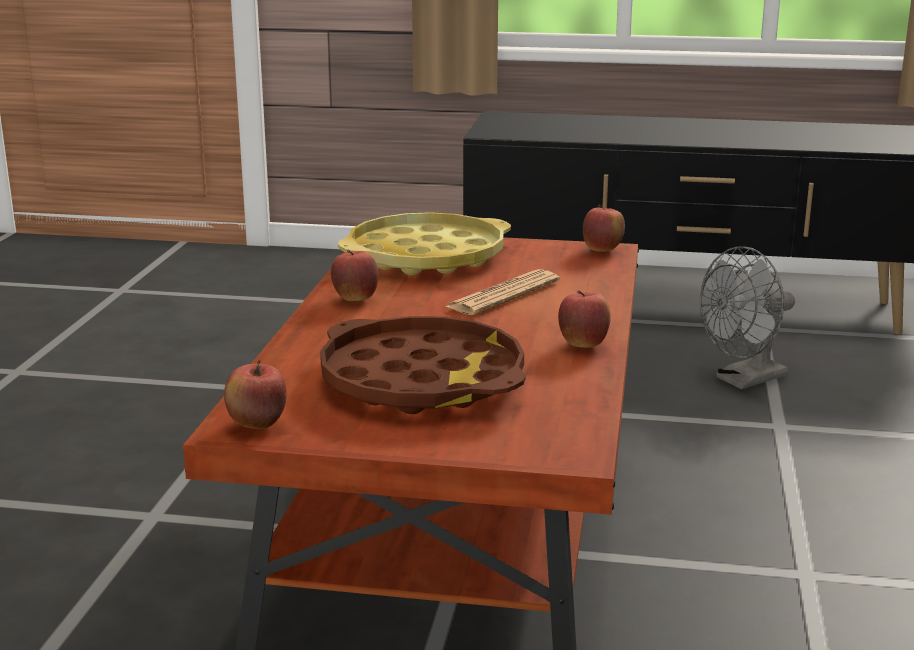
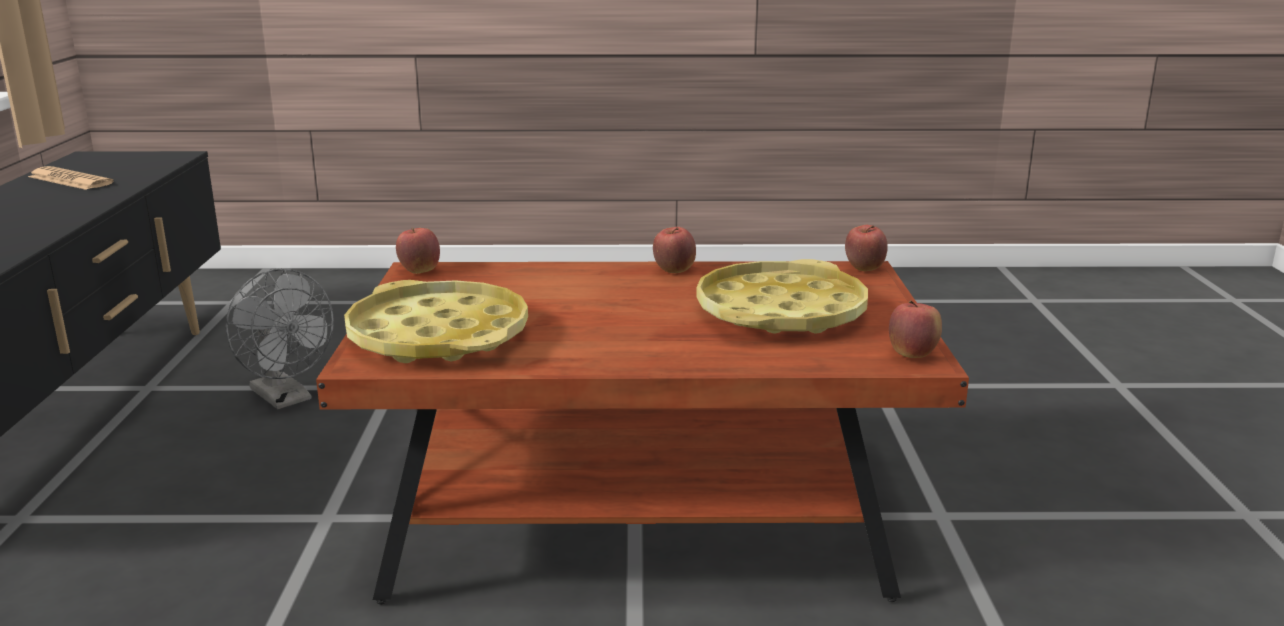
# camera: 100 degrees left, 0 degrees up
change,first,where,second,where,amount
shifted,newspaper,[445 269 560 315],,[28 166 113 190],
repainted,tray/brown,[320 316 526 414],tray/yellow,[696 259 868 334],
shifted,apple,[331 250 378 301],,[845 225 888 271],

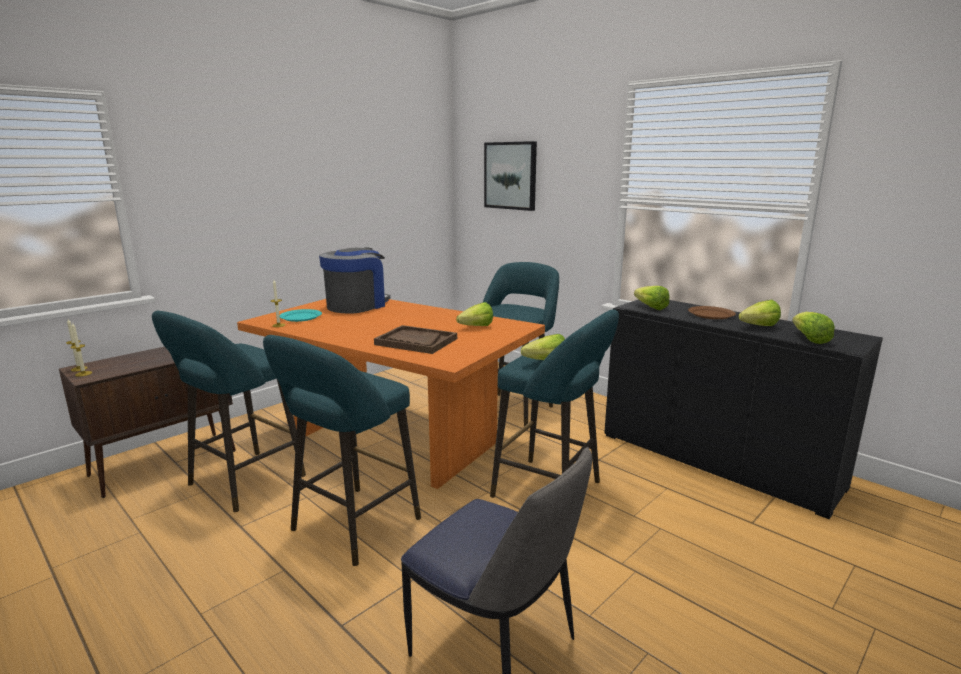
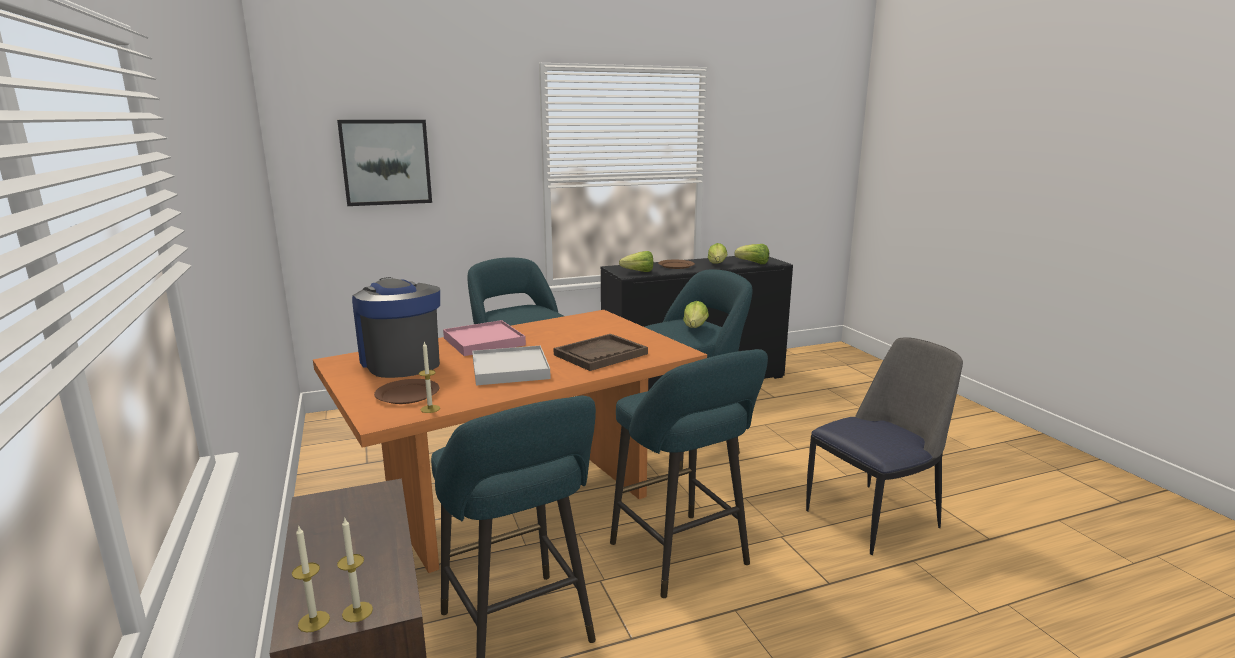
# camera: 65 degrees left, 0 degrees up
change,first,where,second,where,amount
repainted,plate/turquoise,[280 309 322 322],plate/brown,[374 379 439 404],
new,,,tray/pink,[443 320 526 356],
new,,,tray/white,[472 345 551 385],
gone,lettuce,[456 302 493 326],,,

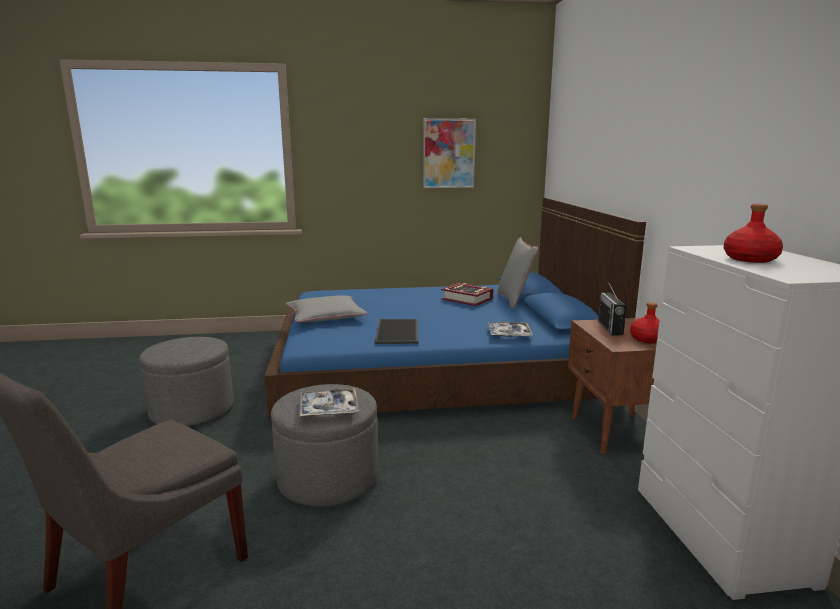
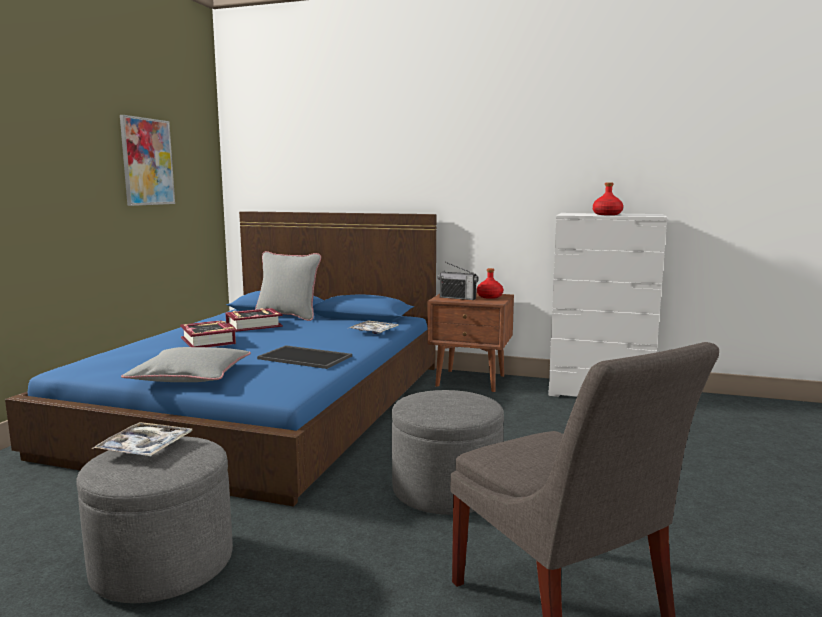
# camera: 65 degrees left, 5 degrees down
change,first,where,second,where,amount
shifted,tray,[299 388 359 417],,[91 422 192 456],
new,,,book,[180 320 236 347],

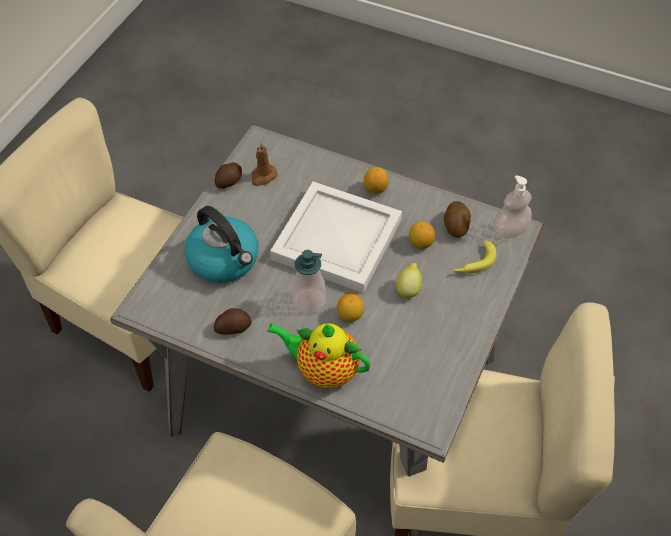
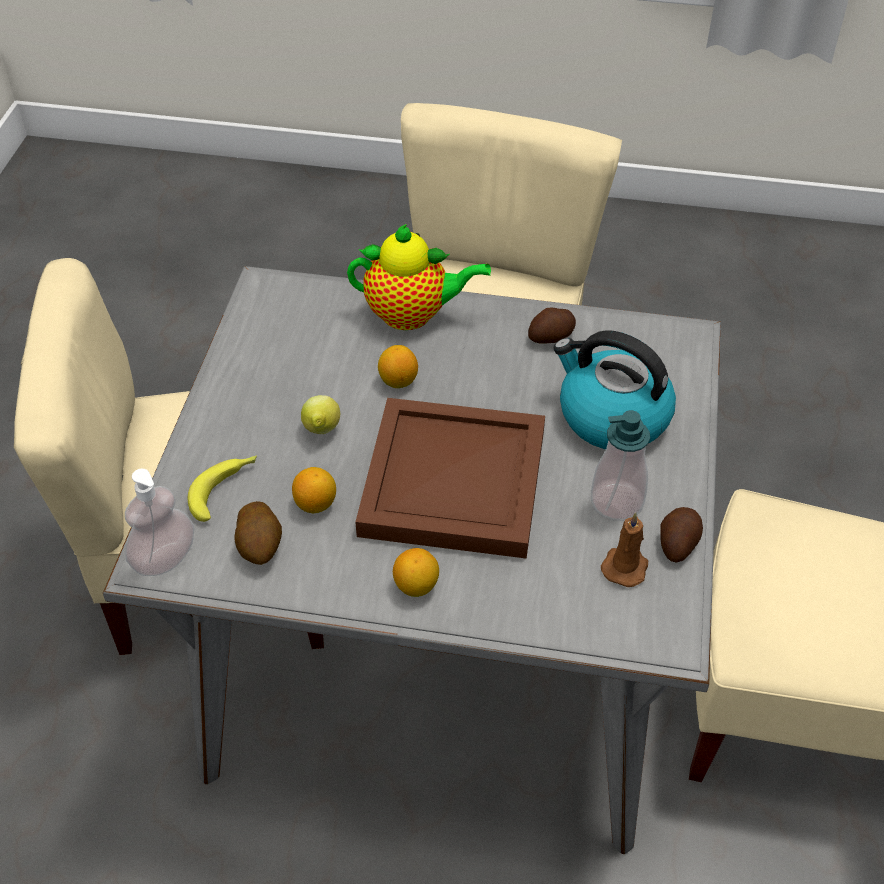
# camera: 165 degrees right, 5 degrees down
change,first,where,second,where,amount
repainted,tray/white,[270 182 402 293],tray/brown,[355 398 545 559],
shifted,soap dispenser,[292 250 326 314],,[591 410 650 521],

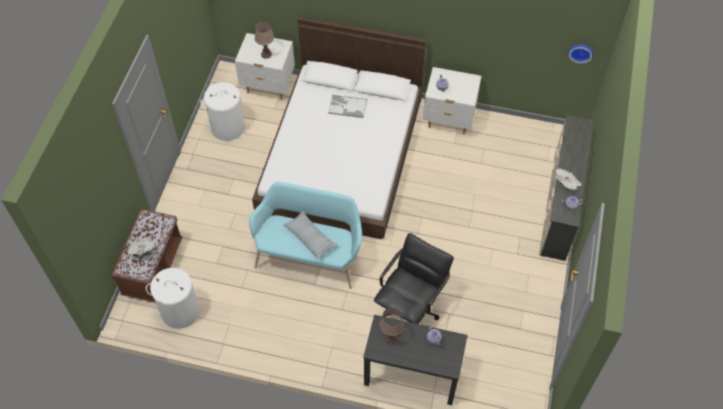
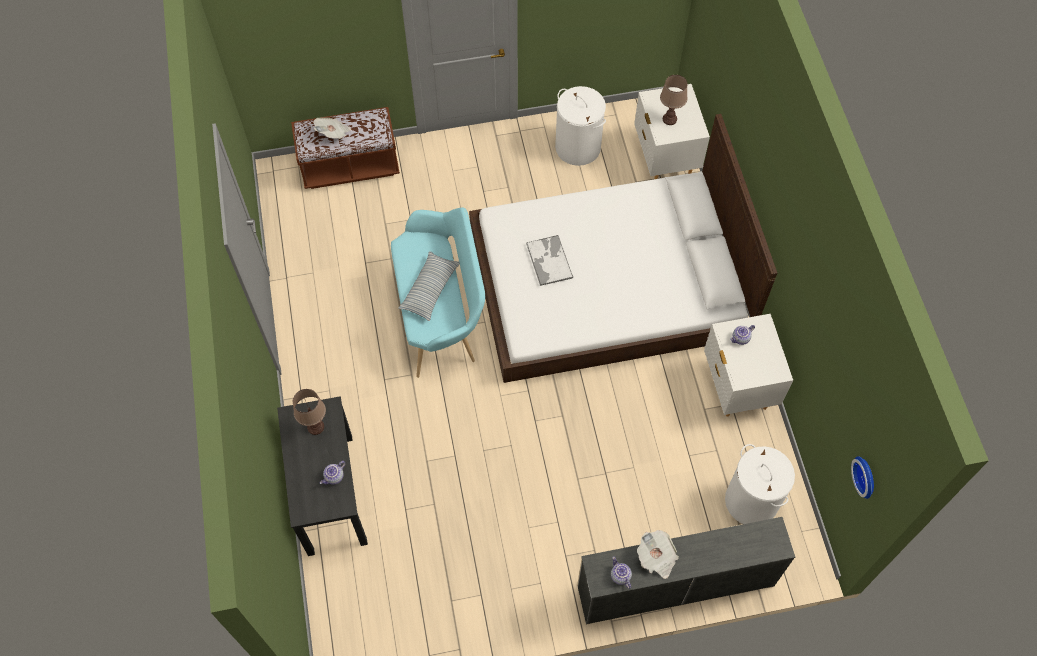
# camera: 65 degrees right, 5 degrees up
change,first,where,second,where,amount
shifted,tray,[328 95 367 118],,[526 235 573 286],
shifted,laundry basket/white,[146 268 200 329],,[725 444 795 524],
gone,office chair/black,[374 233 454 324],,,

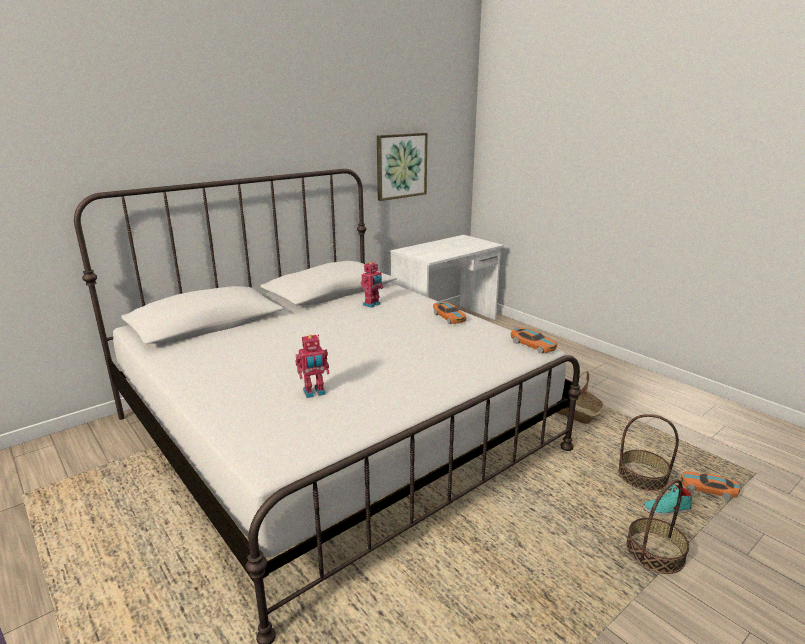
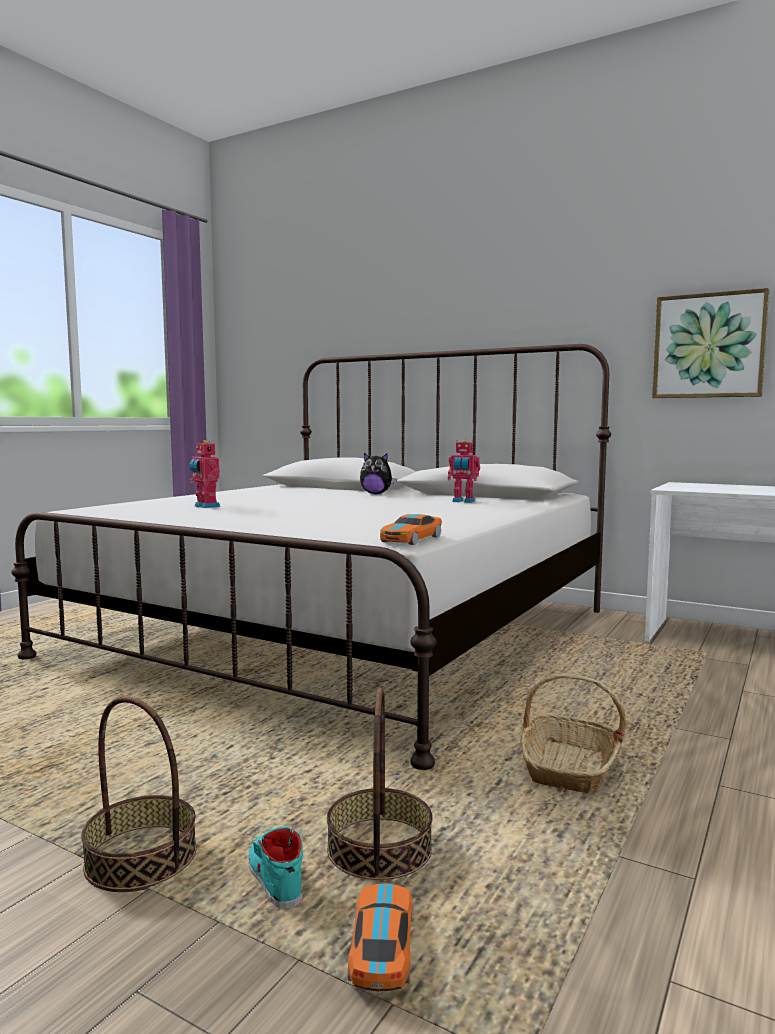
# camera: 70 degrees right, 15 degrees down
change,first,where,second,where,amount
new,,,plush toy,[360 453 397 494],
gone,toy car,[433 302 466 324],,,

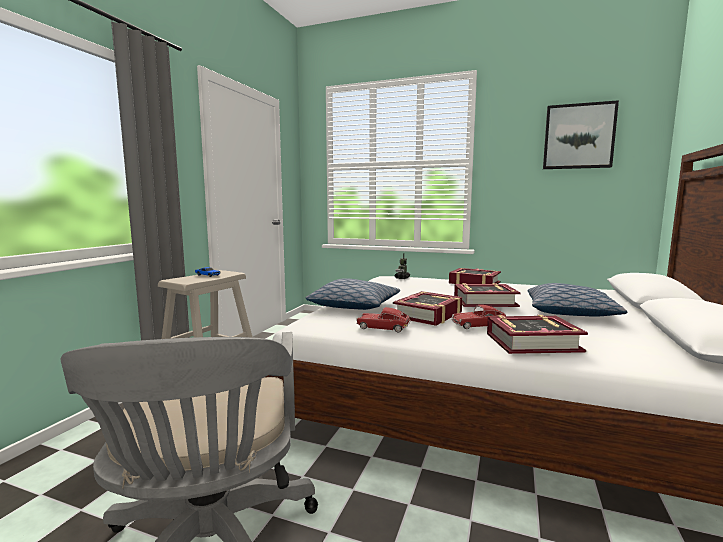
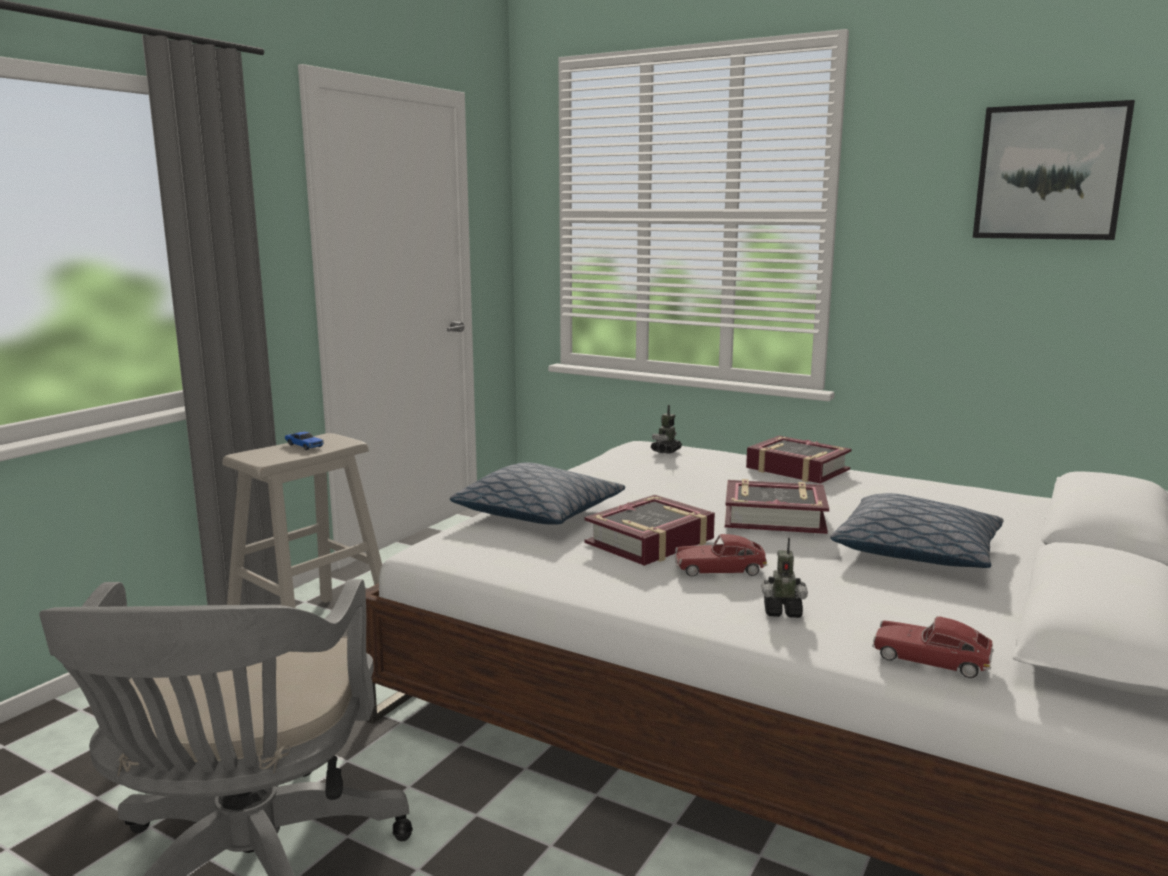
# camera: 10 degrees right, 5 degrees up
change,first,where,second,where,amount
swapped,book,[487 315 588 354],toy robot,[761 537 808 618],
shifted,toy car,[356 307 411 333],,[872 616 994 678],

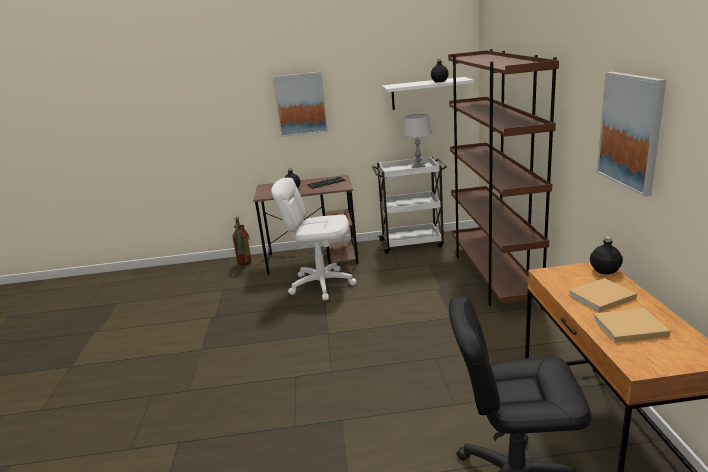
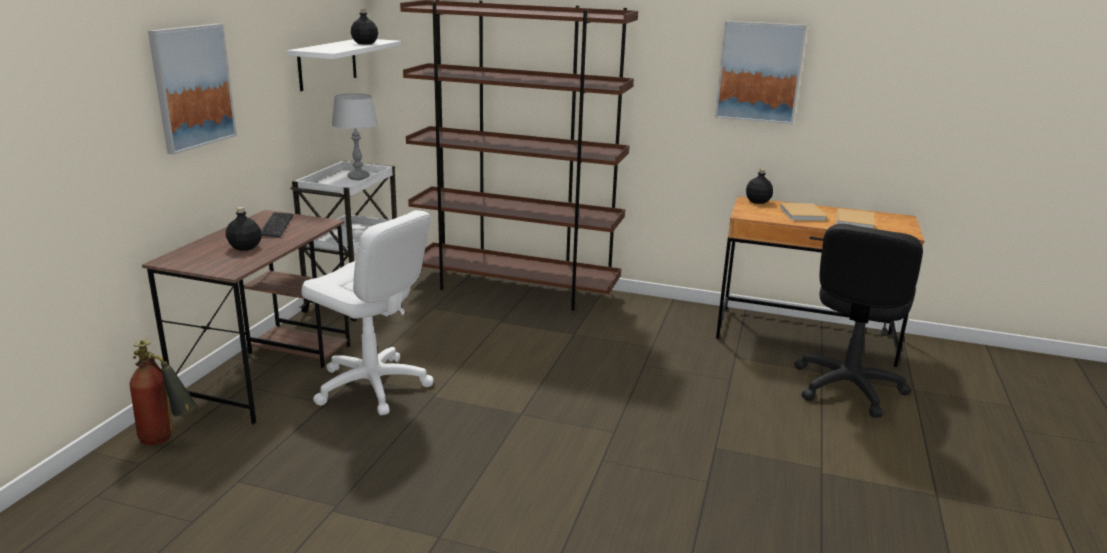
# camera: 70 degrees left, 0 degrees up
change,first,where,second,where,amount
rotated,office chair/white,[271 178 356 300],,[301 210 434 415],90 degrees counterclockwise

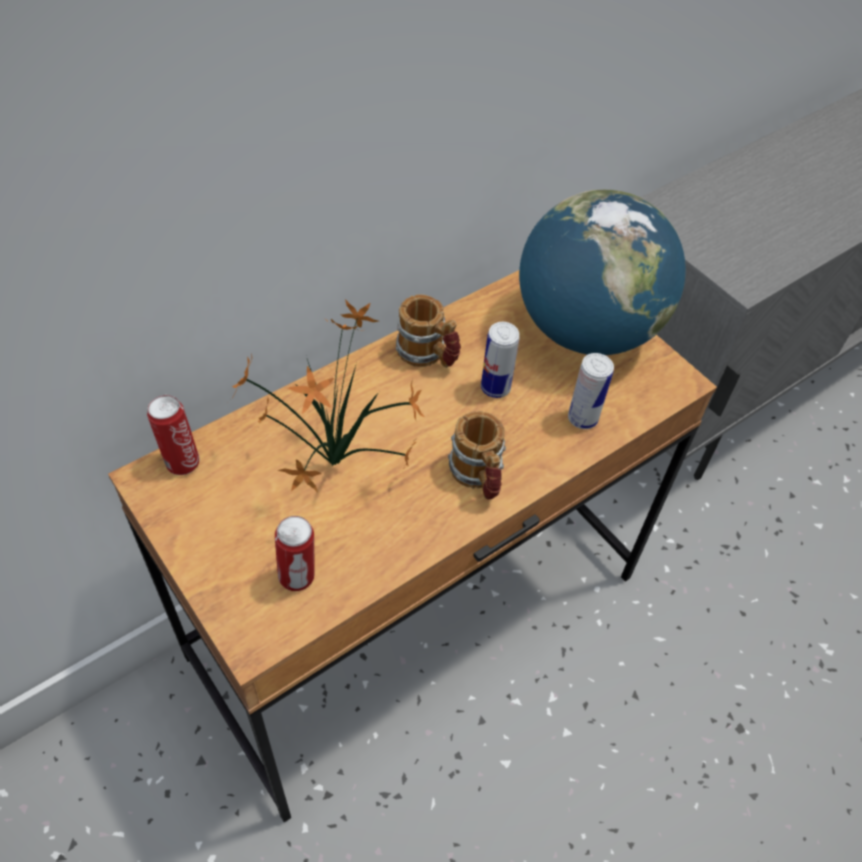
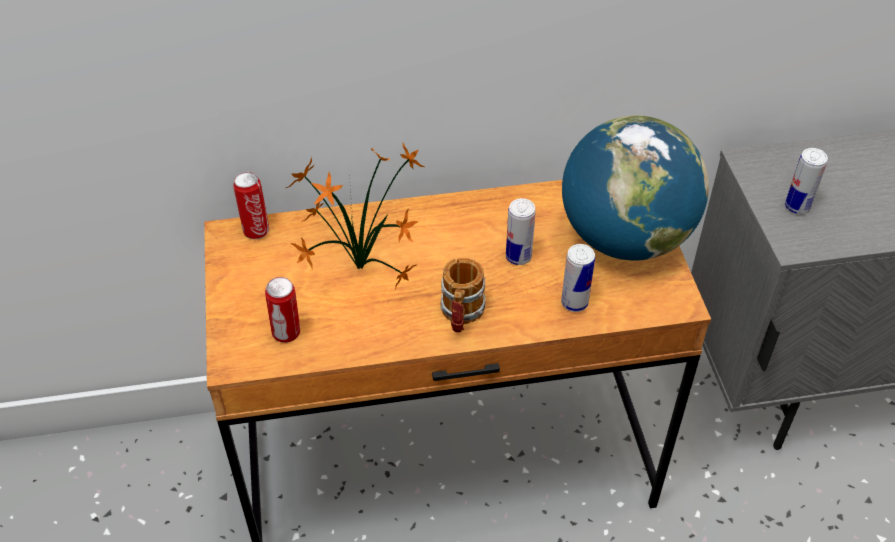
# camera: 30 degrees right, 5 degrees down
change,first,where,second,where,amount
new,,,can,[785 148 828 214],
gone,mug,[396 294 461 368],,,

